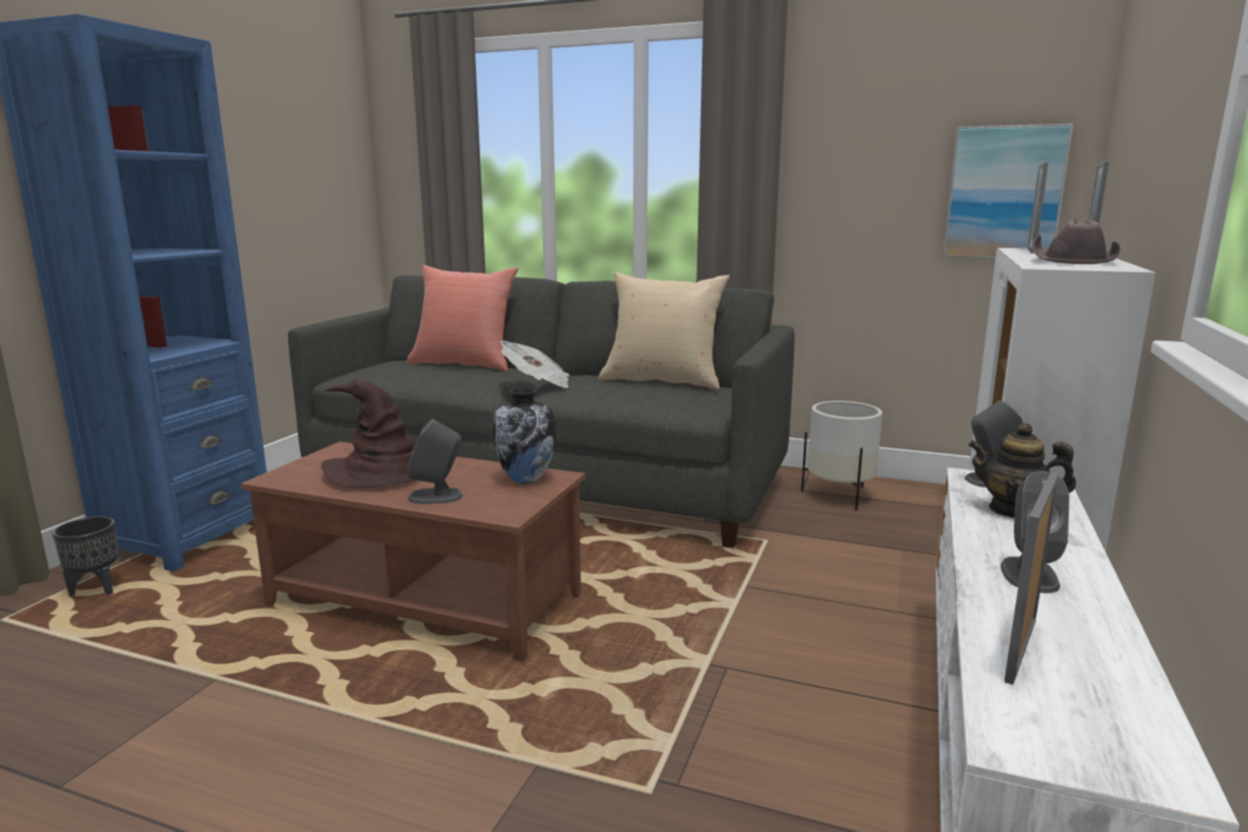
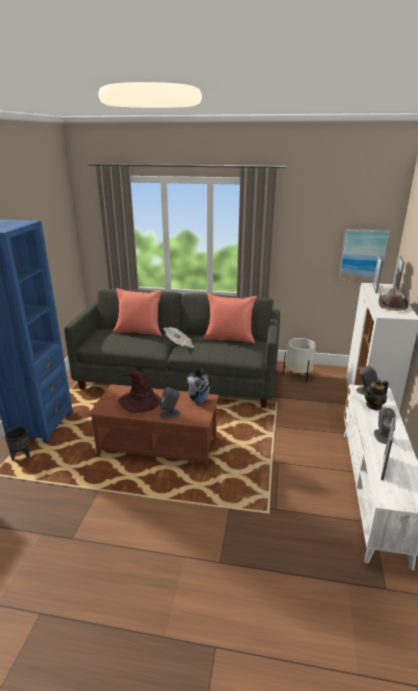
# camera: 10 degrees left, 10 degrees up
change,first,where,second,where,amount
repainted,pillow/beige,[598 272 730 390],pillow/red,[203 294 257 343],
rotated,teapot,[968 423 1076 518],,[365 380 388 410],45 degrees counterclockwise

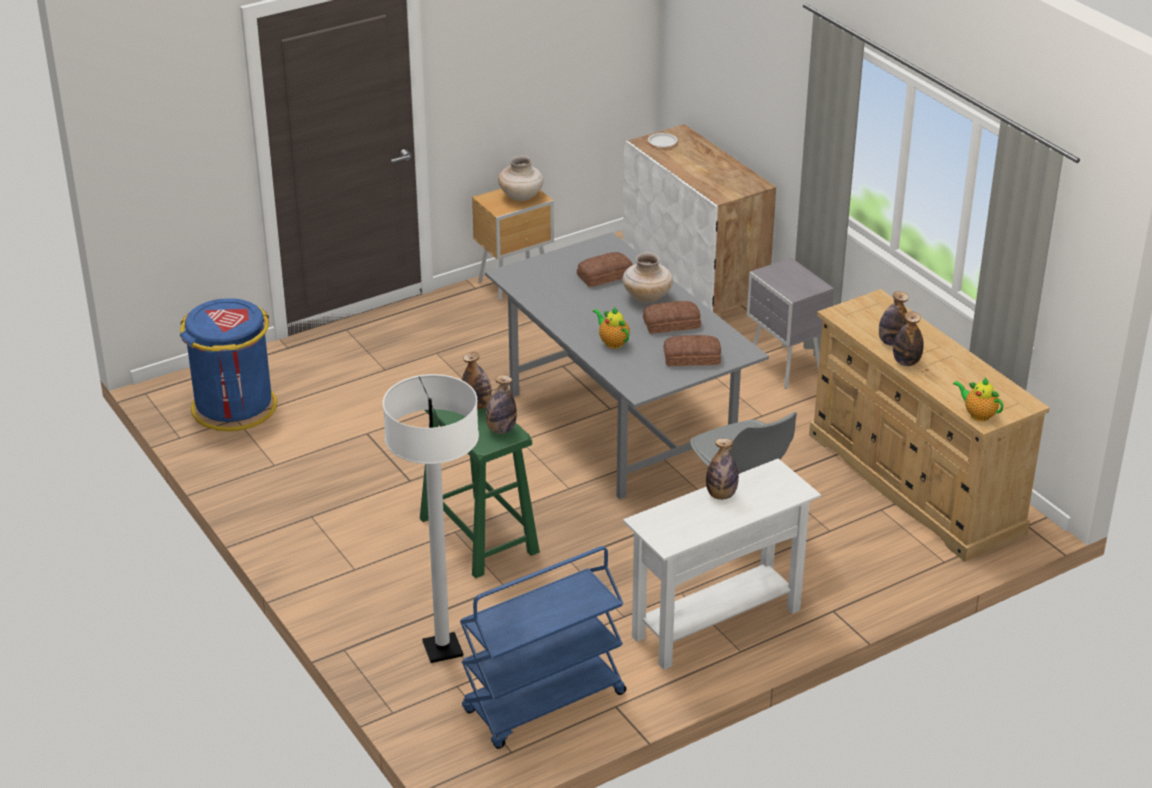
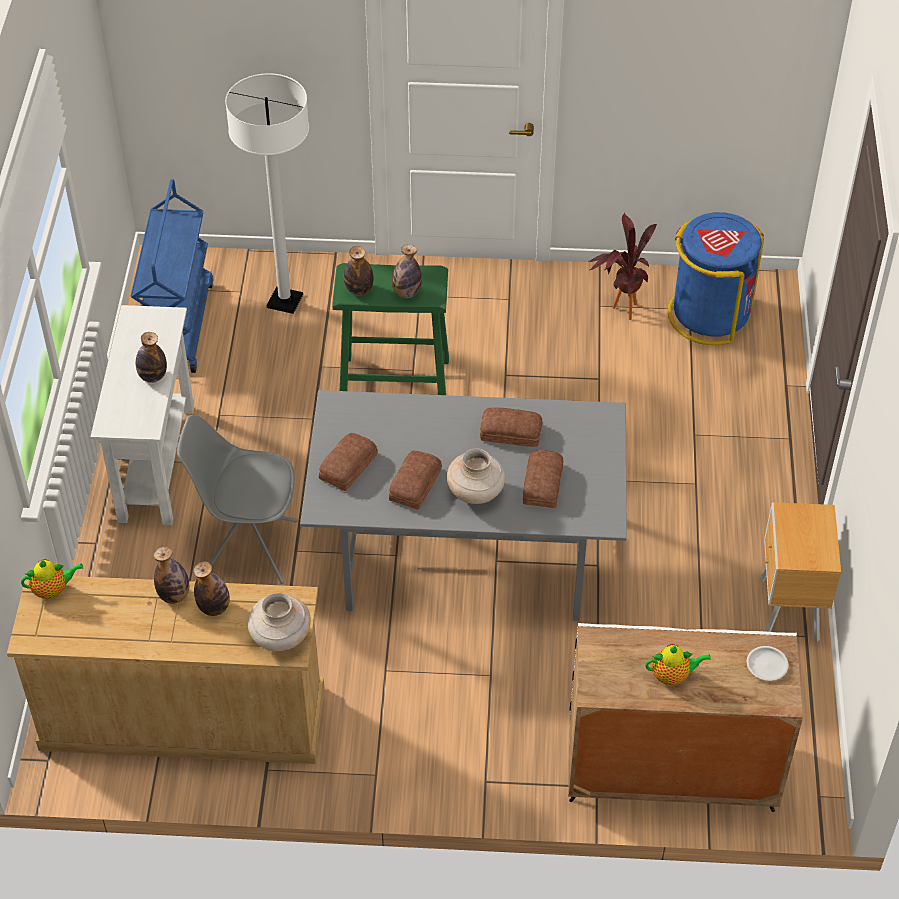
# camera: 125 degrees right, 15 degrees up
change,first,where,second,where,amount
shifted,vase/beige,[498 156 544 201],,[248 593 311 651],
new,,,bread,[480 407 543 447],
new,,,potted plant,[589 213 657 320],
shifted,teapot,[593 307 630 349],,[645 644 711 685],
gone,nightstand/grey,[747 258 834 389],,,

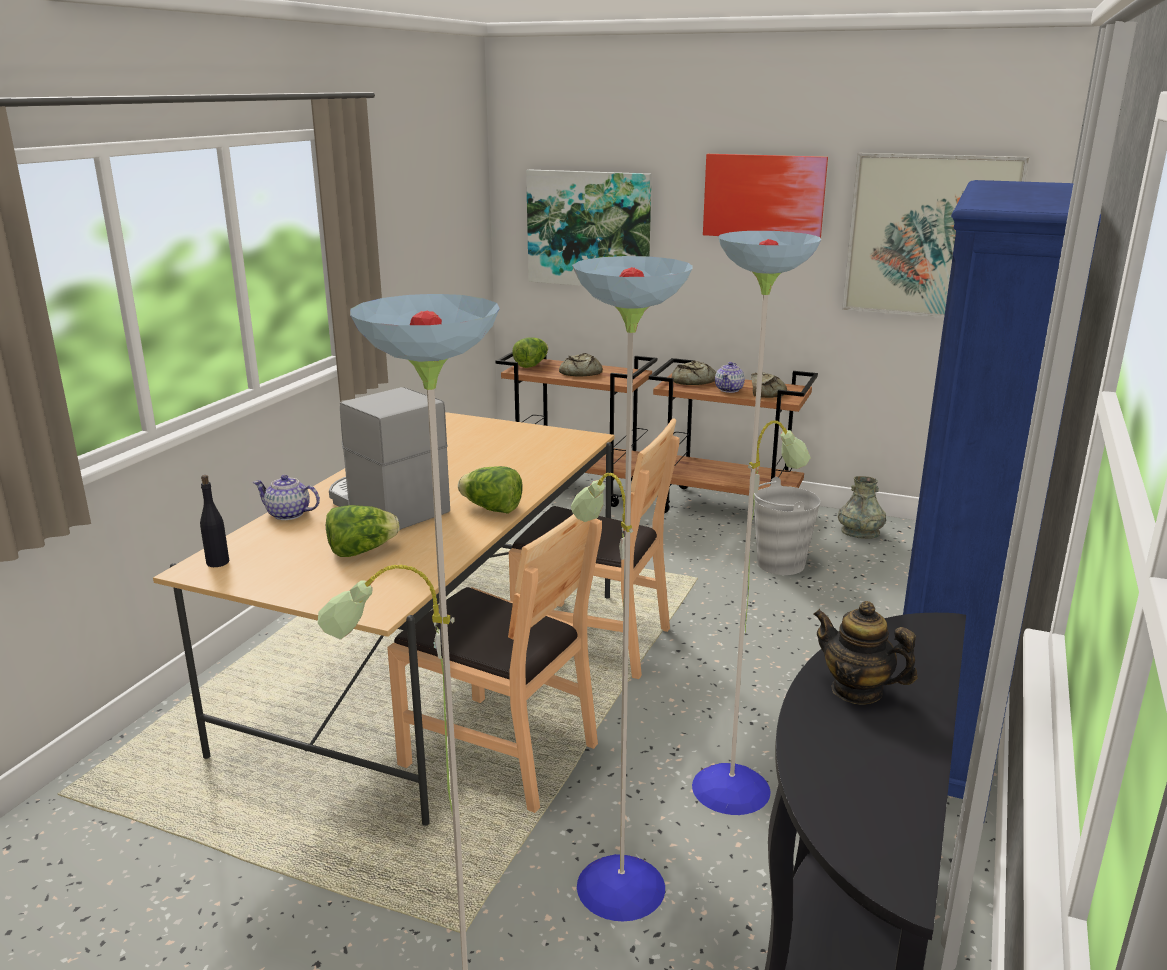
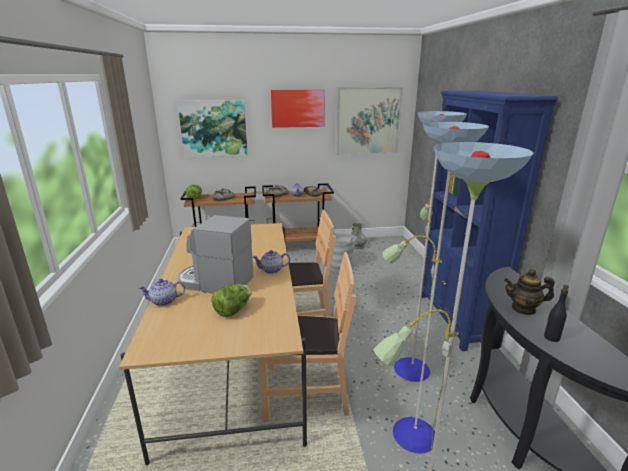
# camera: 30 degrees left, 0 degrees up
change,first,where,second,where,amount
swapped,lettuce,[458 466 523 514],teapot,[253 250 290 274],
shifted,bottle/black,[200 475 229 567],,[544 285 569 342],

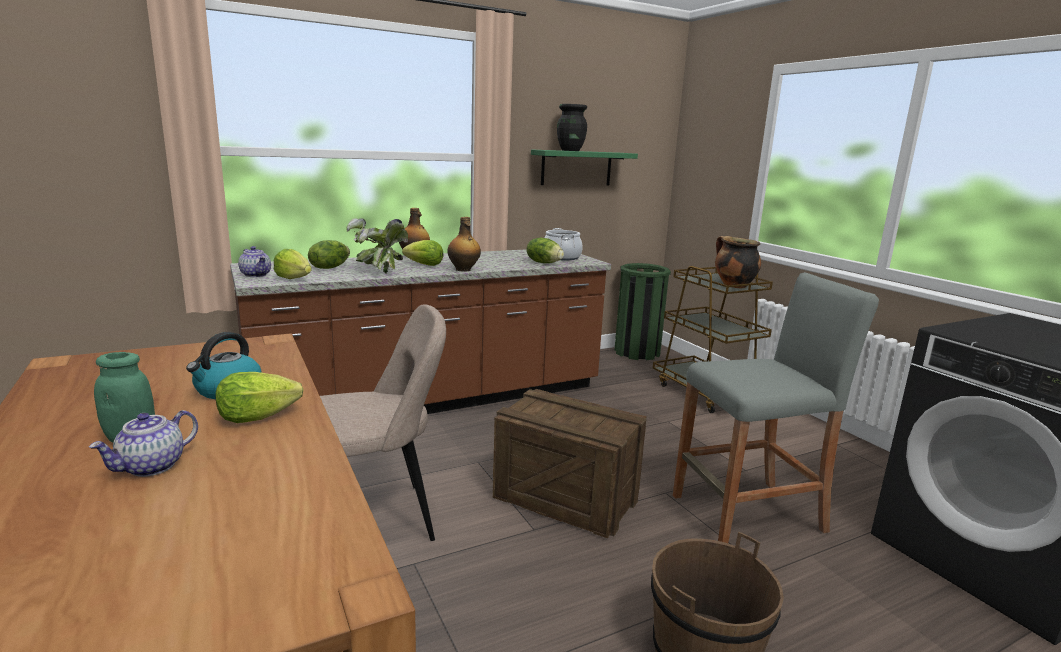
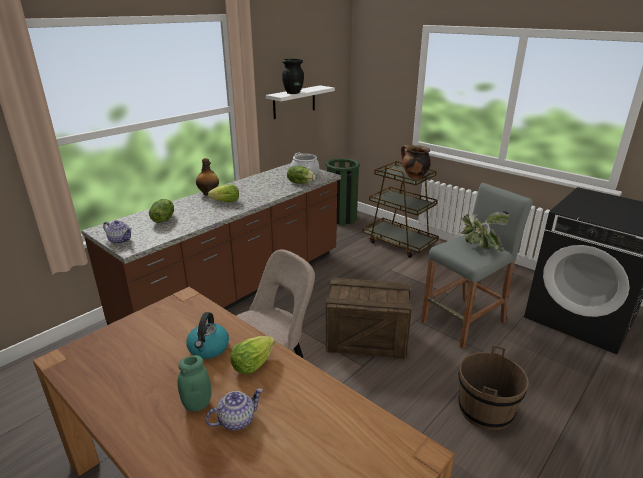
# camera: 20 degrees left, 10 degrees up
change,first,where,second,where,amount
rotated,teapot,[89 410 198 477],,[206 388 263 430],135 degrees counterclockwise
repainted,shelf/green,[531 149 638 186],shelf/white,[266 85 335 119],
shifted,potted plant,[347 218 408 274],,[461 211 509 252],
gone,lettuce,[274 249 312 279],,,
gone,bottle,[447 217 481 271],,,

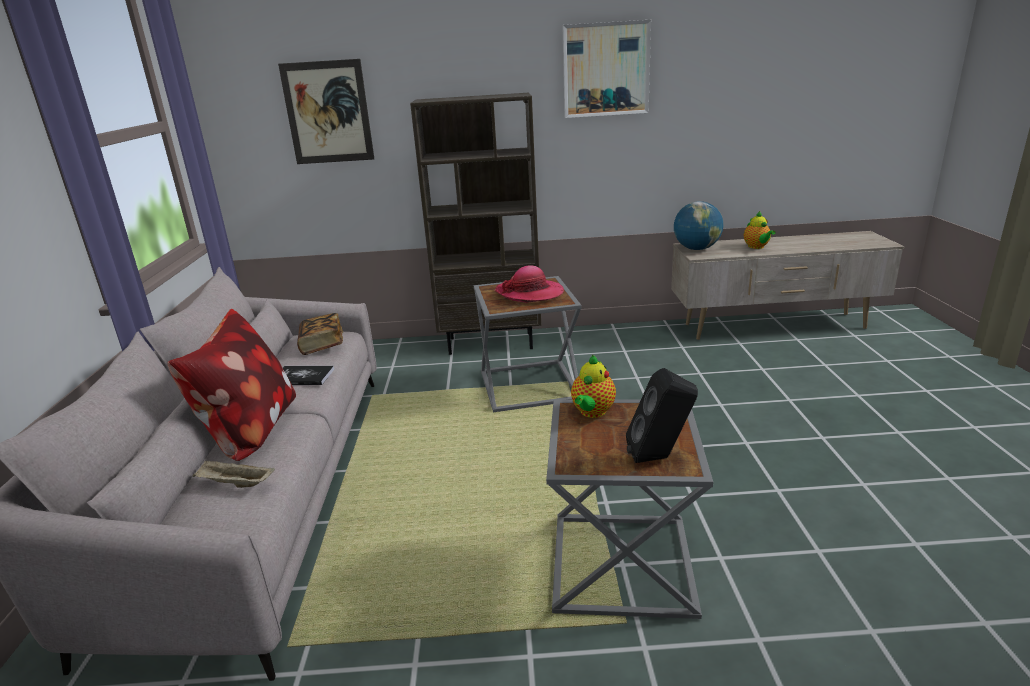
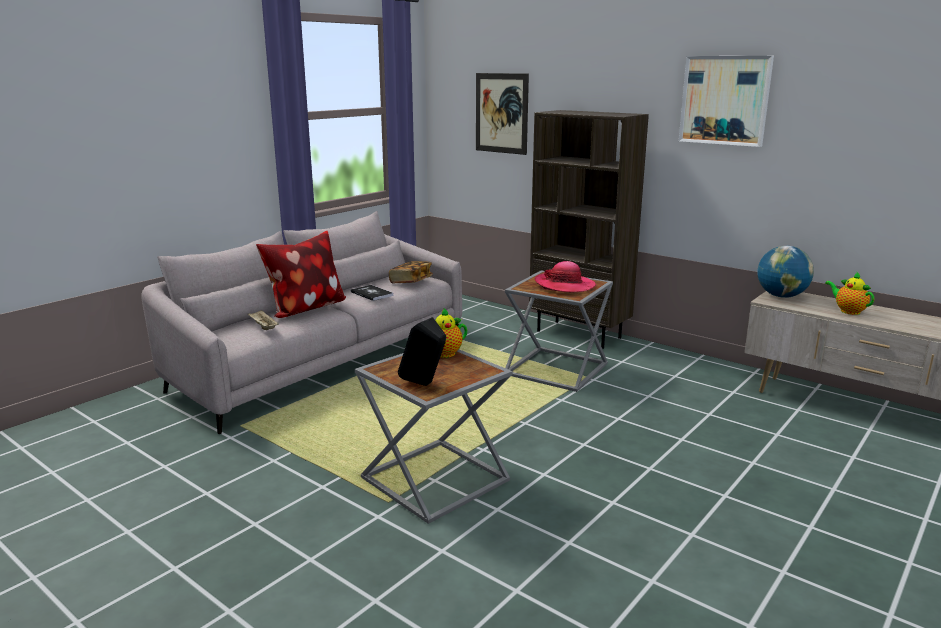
# camera: 40 degrees right, 5 degrees down
change,first,where,second,where,amount
rotated,teapot,[744 211 776 249],,[825 272 874 315],120 degrees clockwise

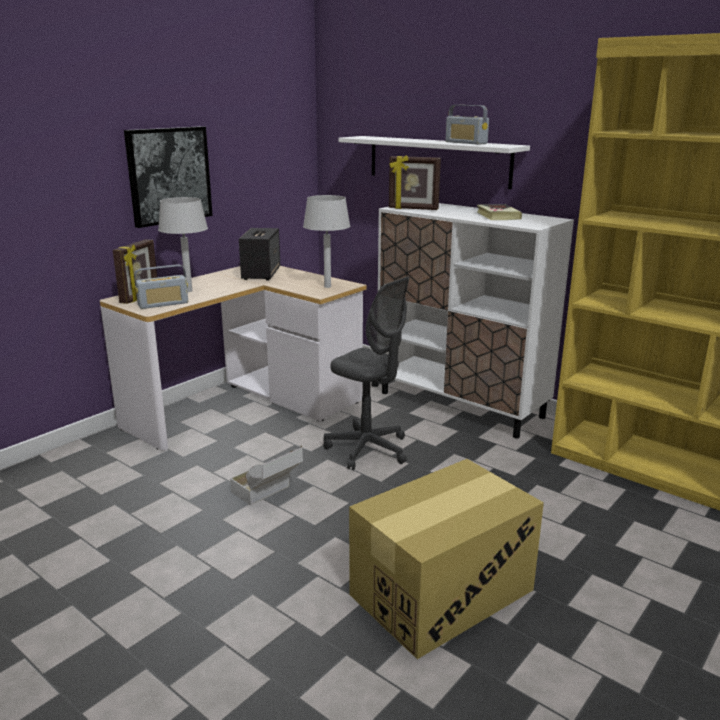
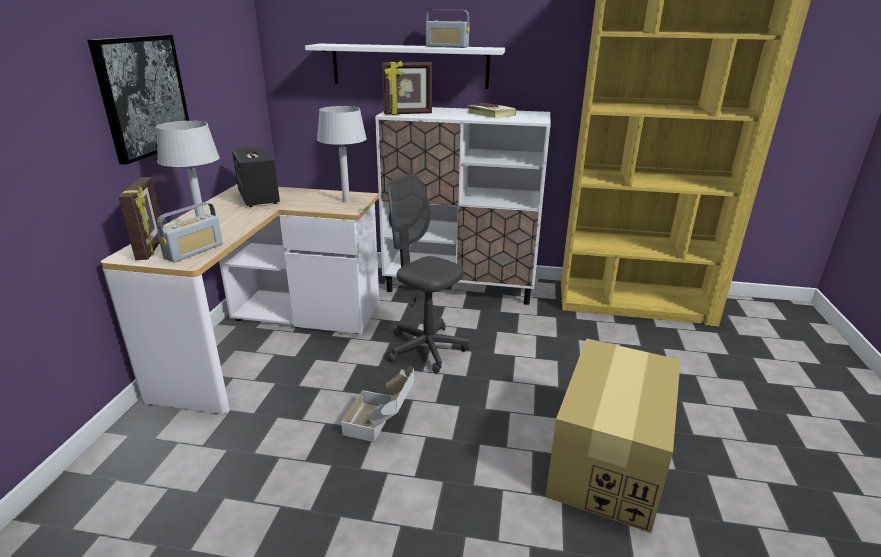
# camera: 30 degrees left, 5 degrees up
change,first,where,second,where,amount
rotated,office chair/grey,[324 277 409 470],,[387 174 469 373],150 degrees counterclockwise

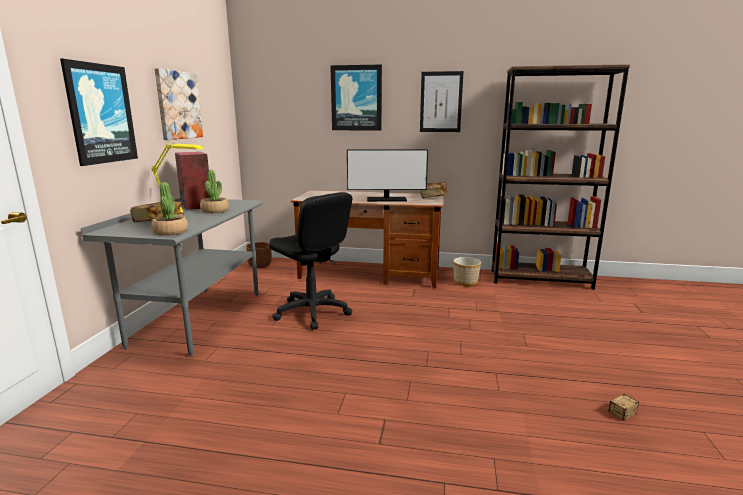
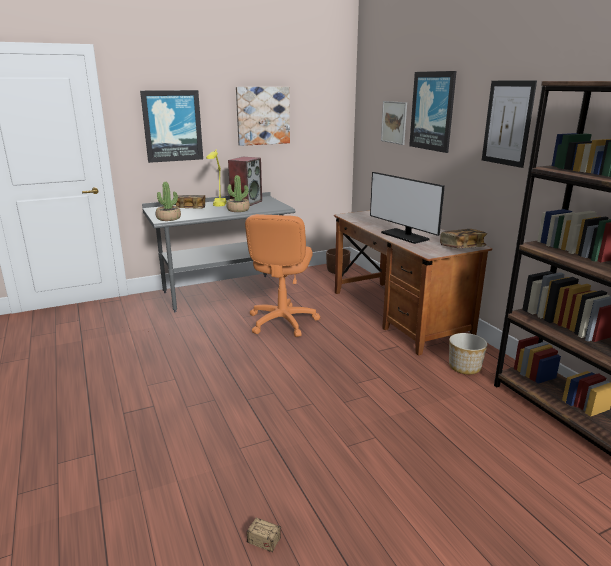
# camera: 55 degrees right, 5 degrees up
change,first,where,second,where,amount
repainted,office chair/black,[269 192 352 329],office chair/orange,[245 214 320 337],
new,,,picture,[381 101 407 145],

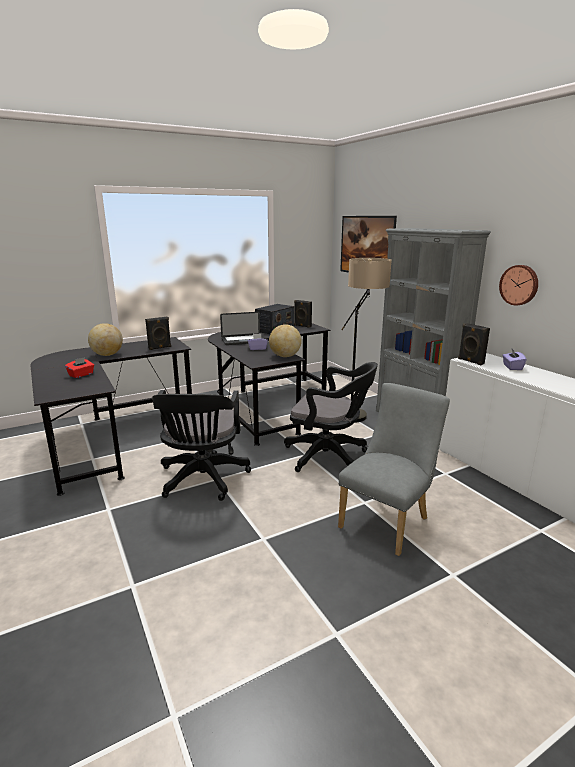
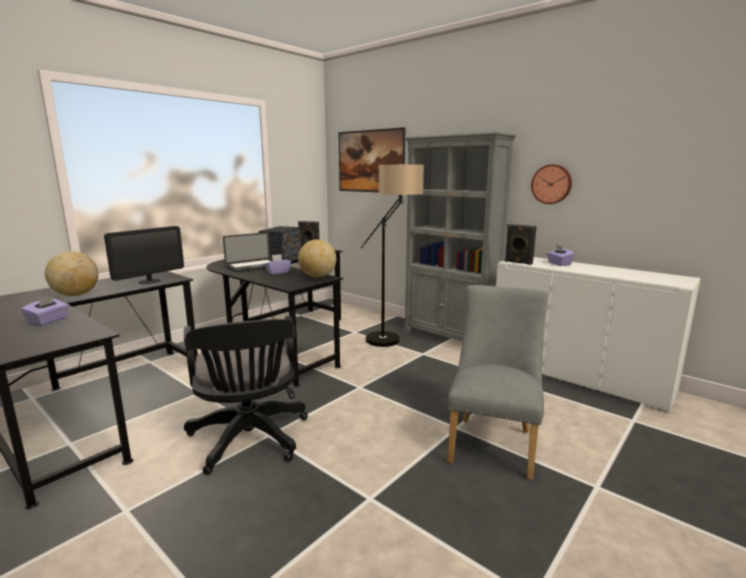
# camera: 20 degrees left, 5 degrees down
change,first,where,second,where,amount
repainted,tissue box/red,[65 357 94 378],tissue box/purple,[21 295 69 326],
swapped,speaker/black,[145 317 171 350],monitor,[104 226 184 284],
gone,office chair/black,[284 362 378 472],,,

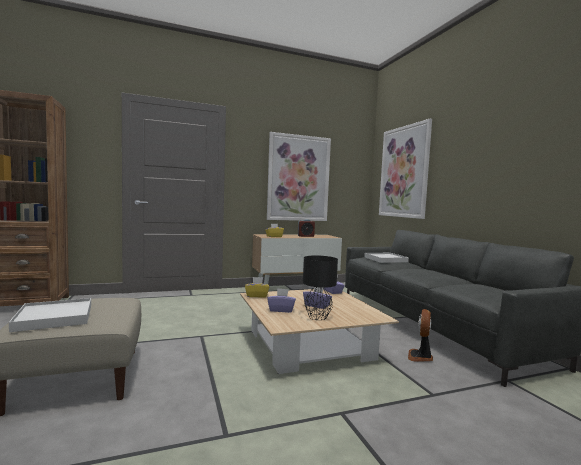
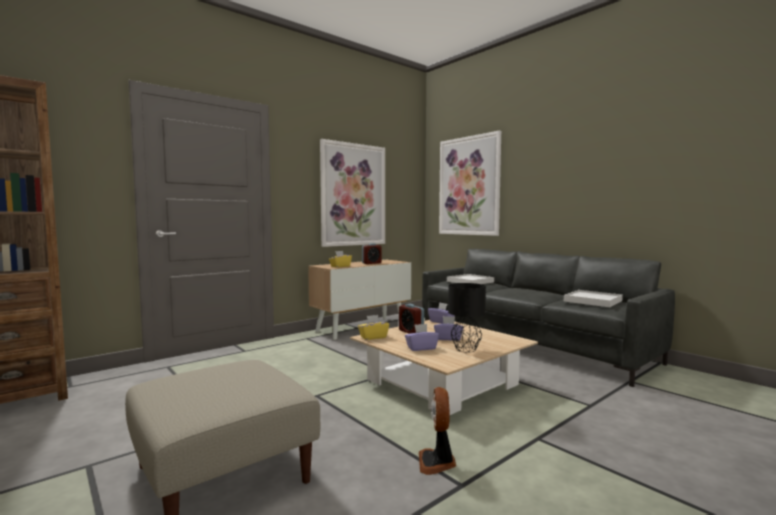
# camera: 20 degrees left, 0 degrees up
change,first,where,second,where,amount
new,,,alarm clock,[399 304 424 334],
shifted,fan,[408 309 433 362],,[419 387 456 475],
shifted,tray/white,[9 298 91 332],,[564 290 623 307],

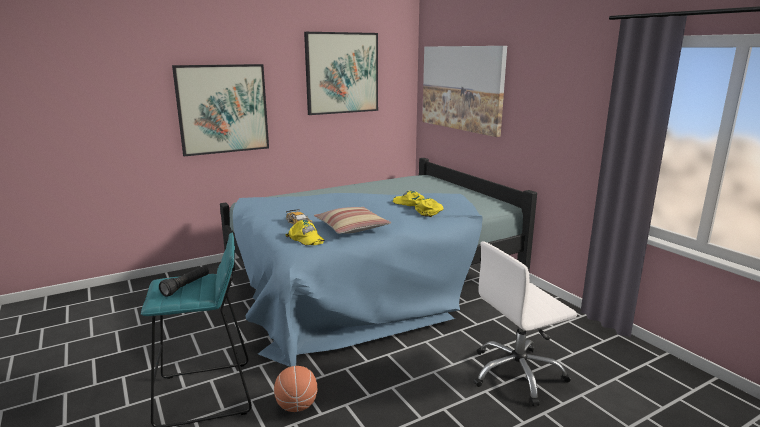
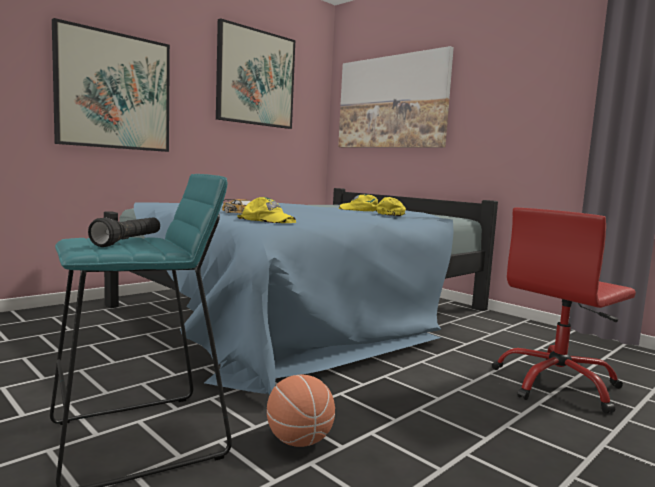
# camera: 15 degrees left, 10 degrees down
change,first,where,second,where,amount
repainted,office chair/white,[474 241 577 406],office chair/red,[492 208 636 413],
gone,pillow,[314 207 392 234],,,

